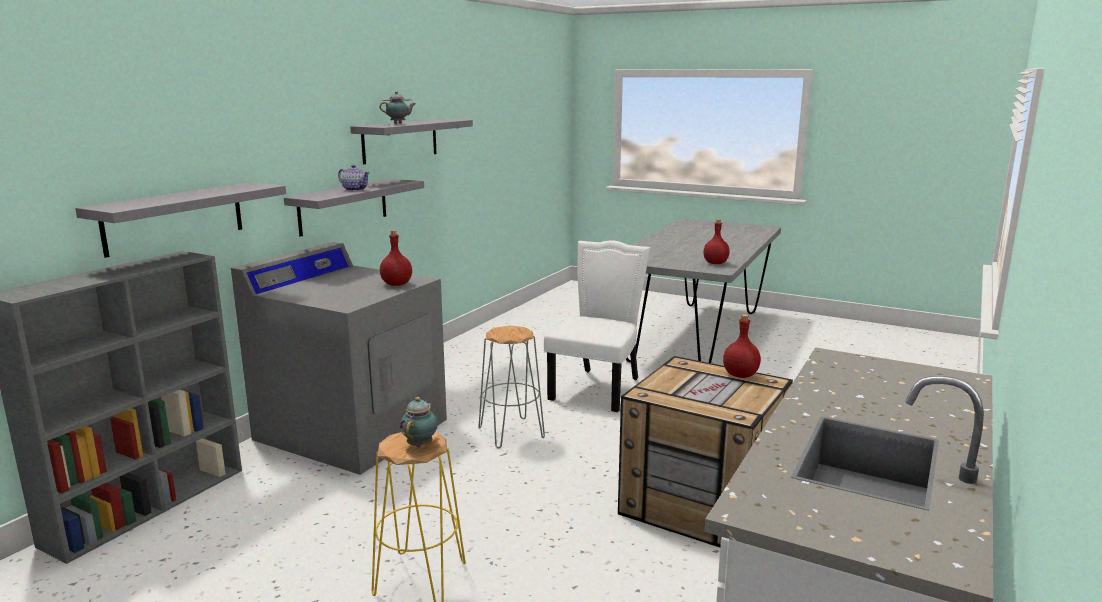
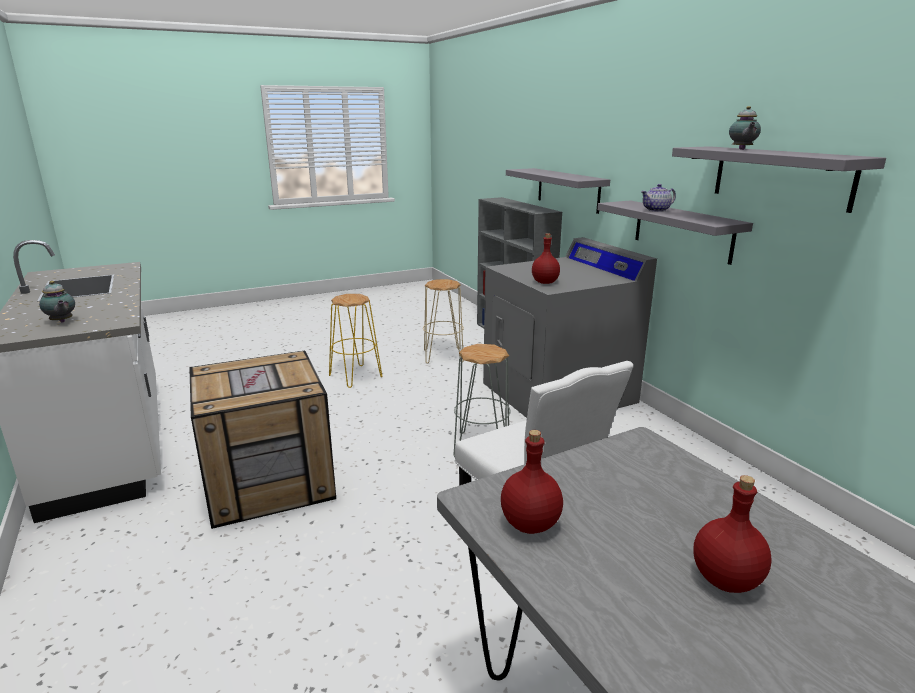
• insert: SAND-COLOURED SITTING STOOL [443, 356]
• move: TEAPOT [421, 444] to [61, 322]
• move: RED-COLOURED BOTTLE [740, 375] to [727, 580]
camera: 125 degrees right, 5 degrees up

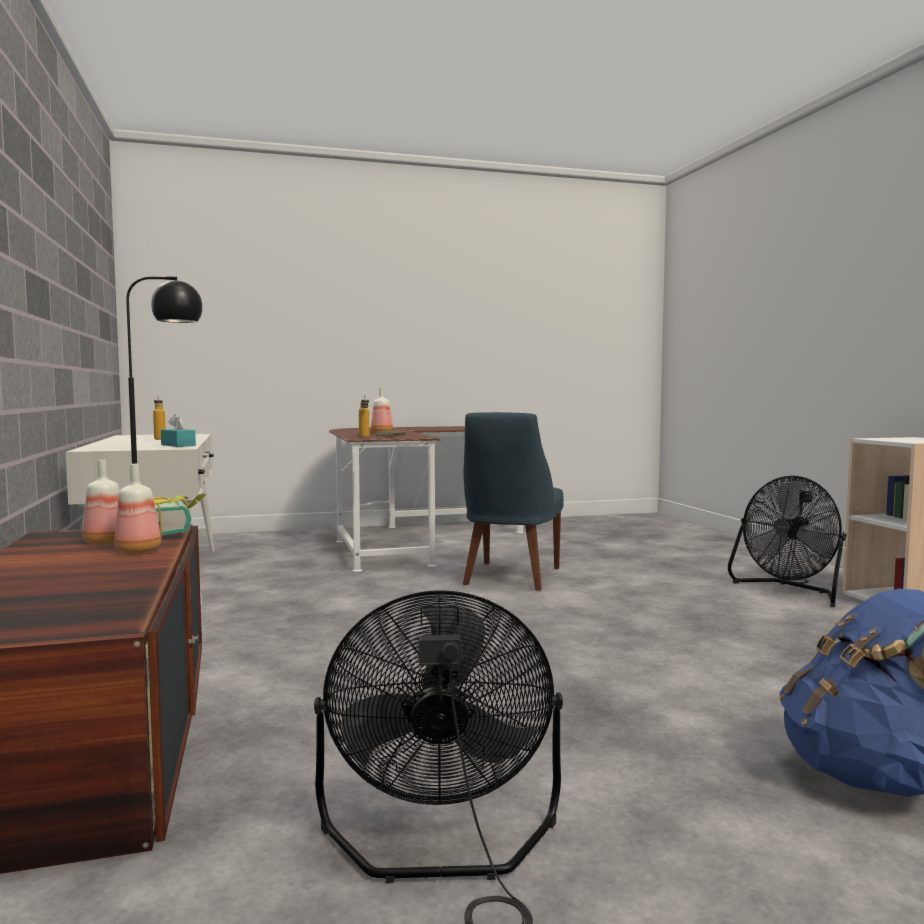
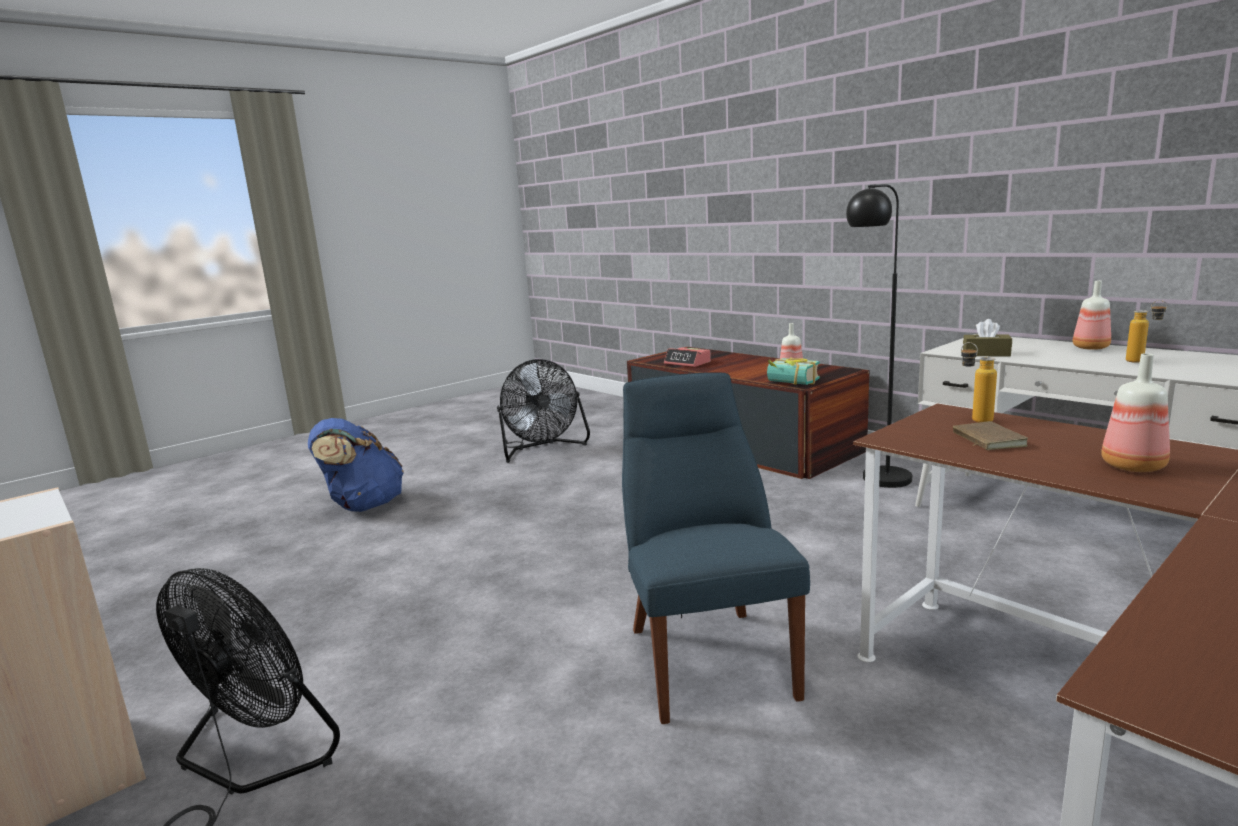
• insert: ALARM CLOCK [687, 363]
• move: BOTTLE [139, 550] to [1091, 348]
• recolor: BLUE-GREEN BOX OF TISSUES [178, 445] to BROWN-COLOURED BOX OF TISSUES [986, 354]
camera: 155 degrees right, 10 degrees up

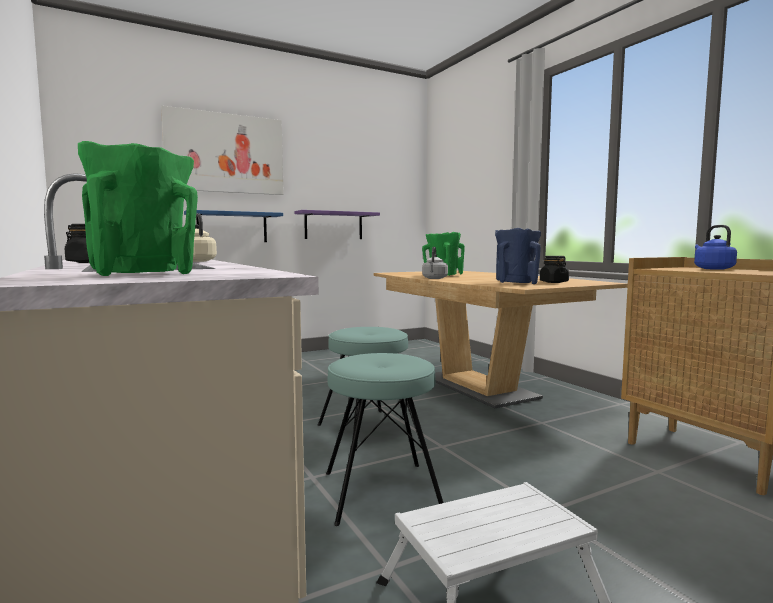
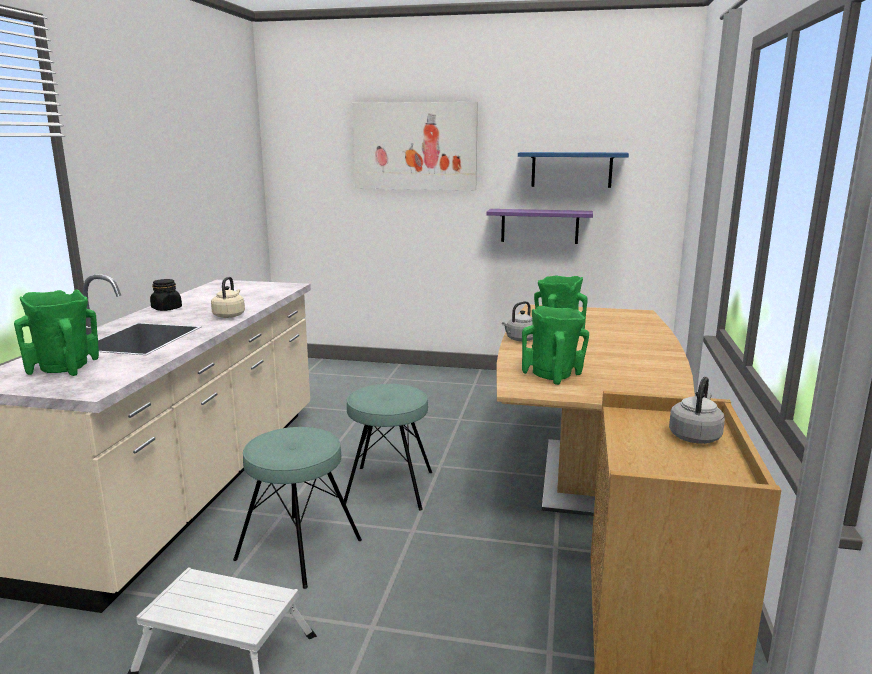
• delete: BLACKISH PRESERVE JAR [553, 282]
• move: BLUISH BRACKET SHELF [232, 227] to [571, 169]
• recolor: BLUISH VASE [516, 283] to GREEN-COLOURED VASE [554, 375]
• recolor: BLUISH WATER KETTLE [712, 269] to GRAY WATER KETTLE [695, 436]
camera: 40 degrees right, 10 degrees up

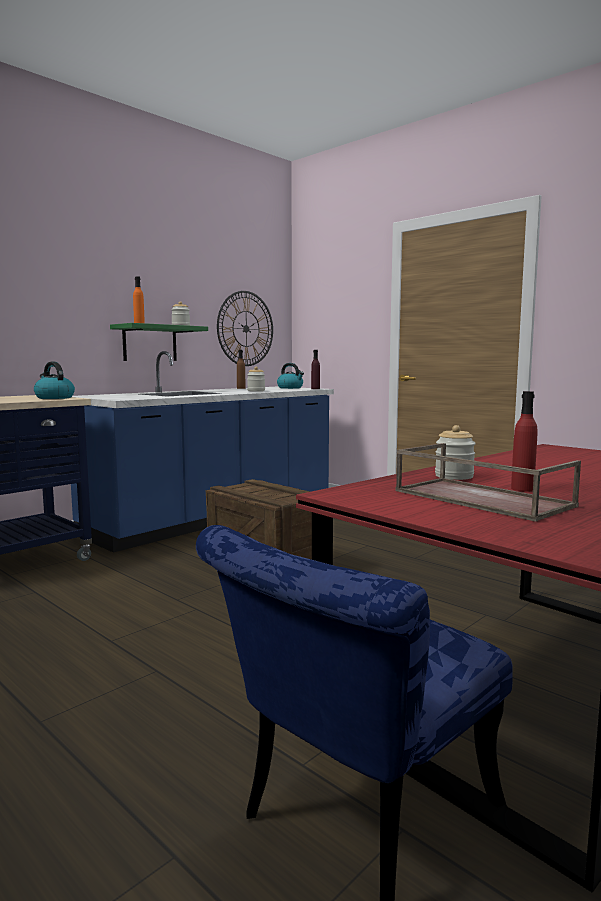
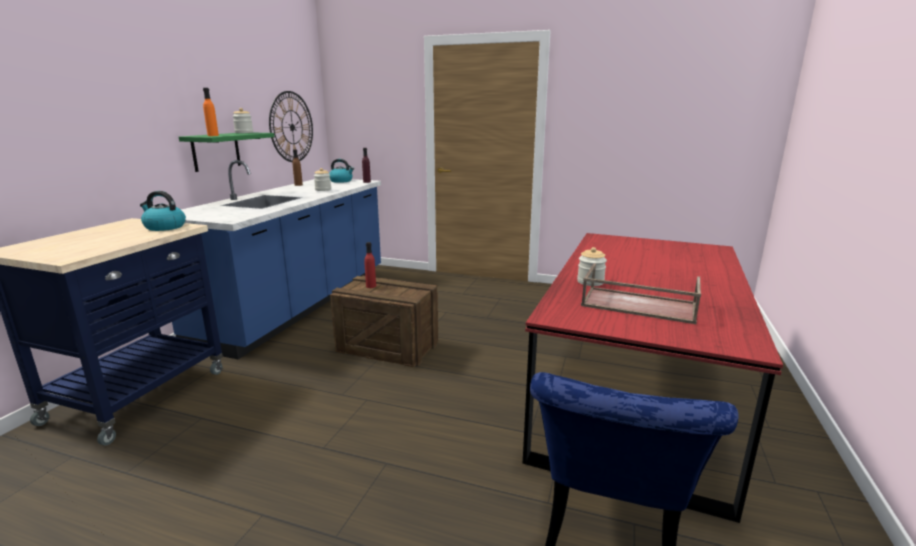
• move: RED-COLOURED BOTTLE [522, 489] to [371, 286]
camera: 25 degrees left, 10 degrees up

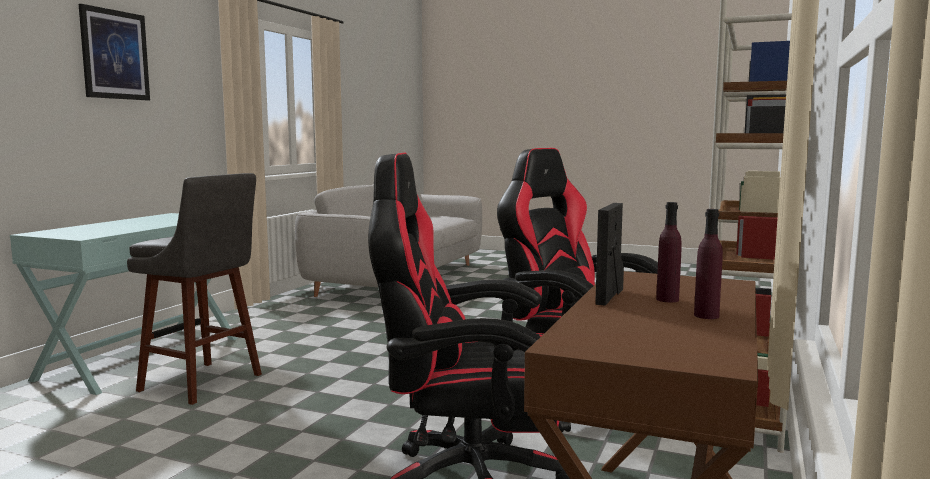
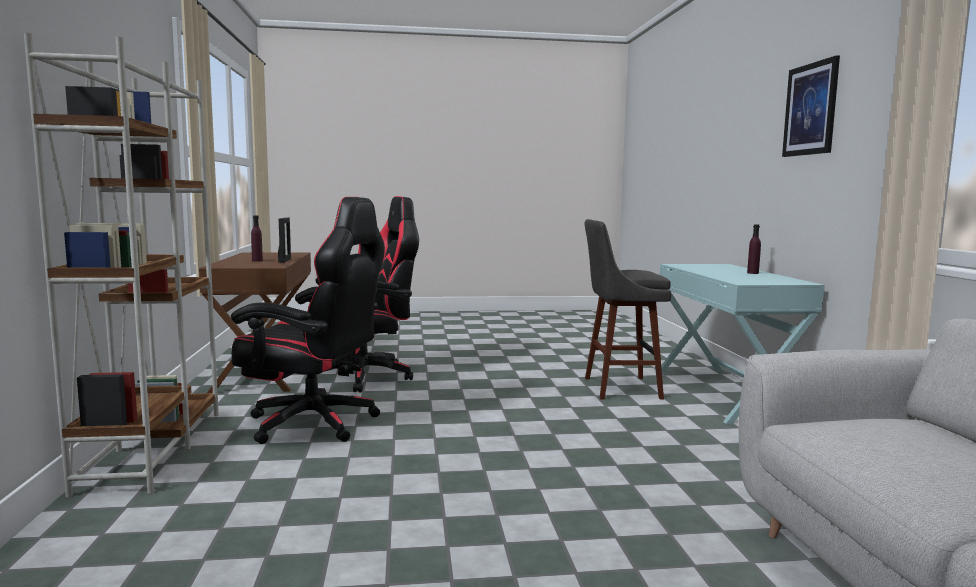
• move: PURPLE BOTTLE [706, 316] to [752, 273]
camera: 150 degrees right, 0 degrees up

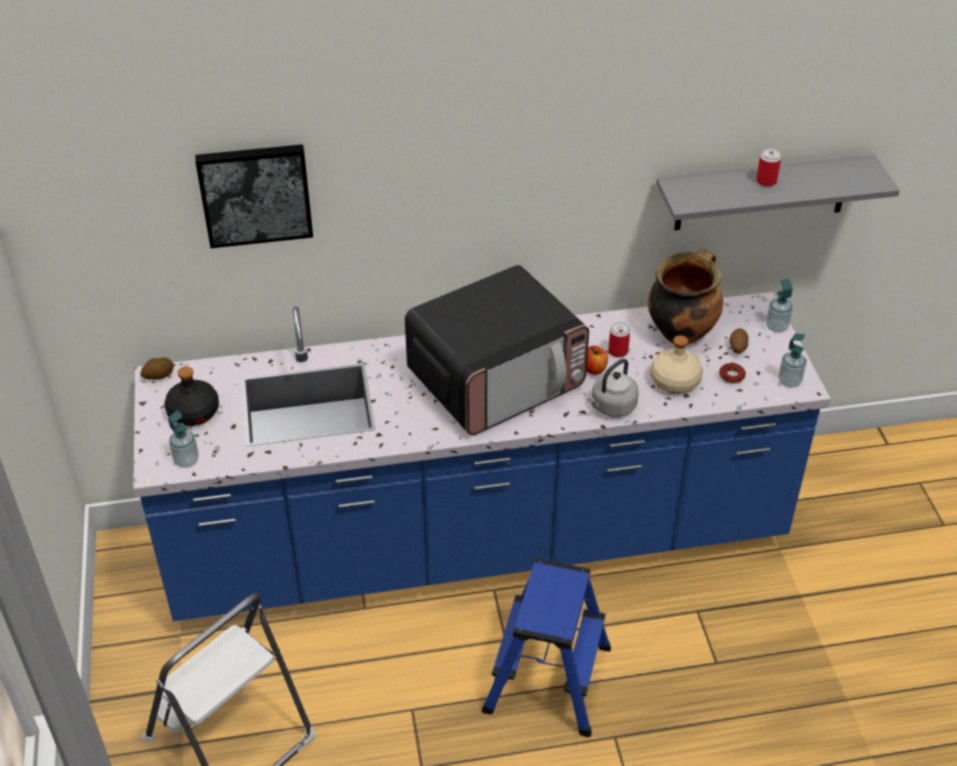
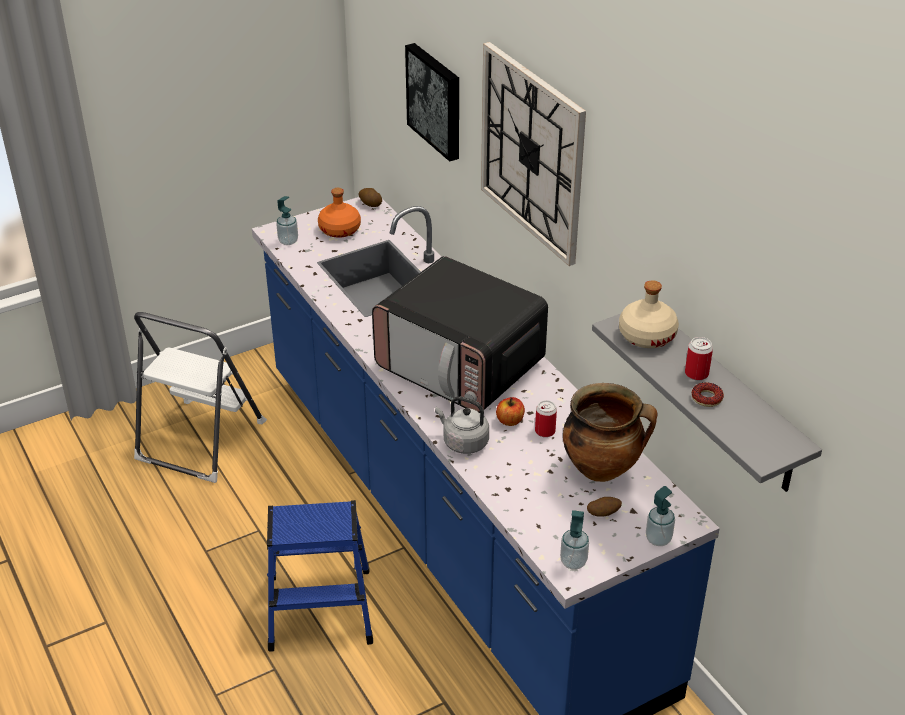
• insert: WALL CLOCK [532, 152]
• move: SAND-COLOURED BOTTLE [674, 381] to [646, 335]
• move: RING DOUGHNUT [731, 376] to [706, 398]
• recolor: BLACKISH BOTTLE [194, 412] to ORANGE-COLOURED BOTTLE [340, 230]
camera: 70 degrees right, 5 degrees down

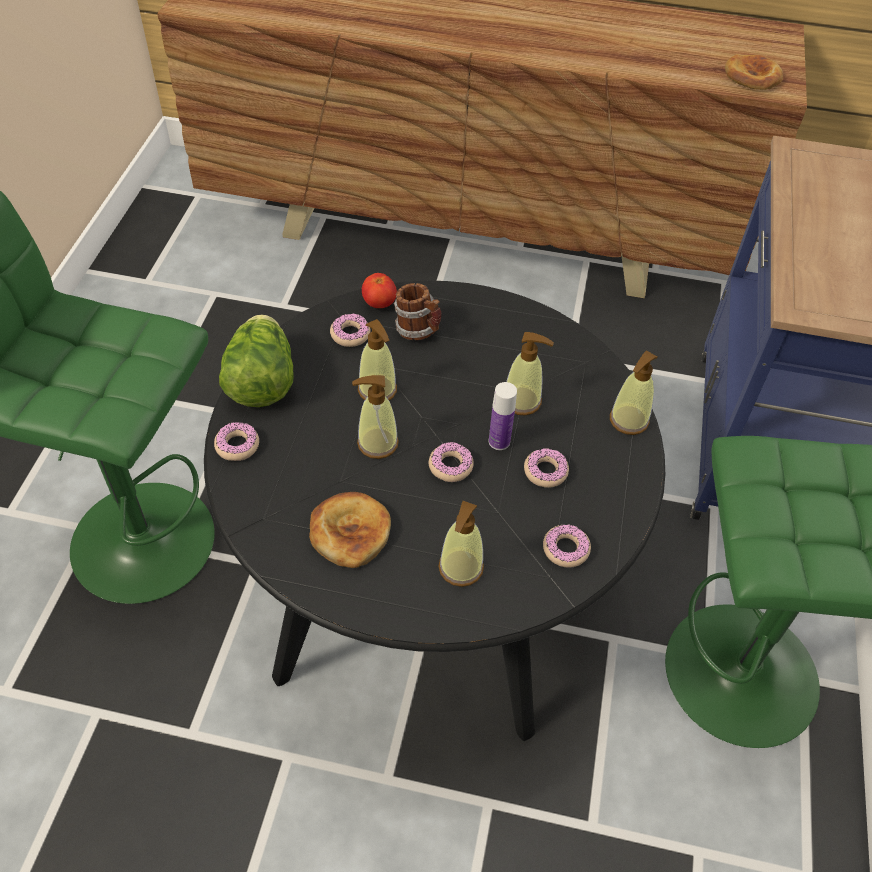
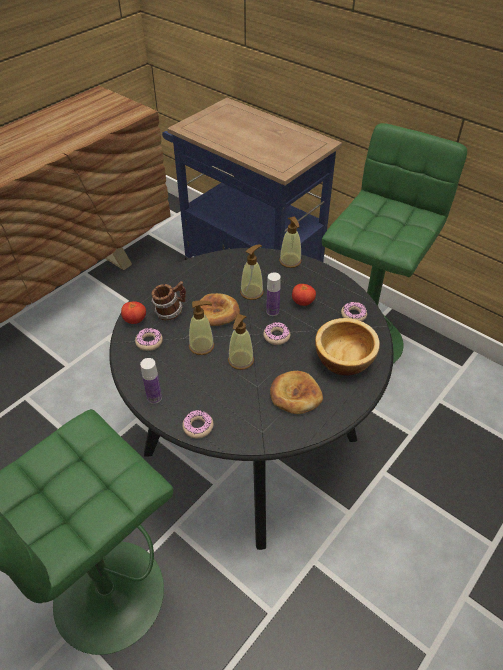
• move: BREAD [752, 76] to [217, 312]
• replace: HEAD OF LETTUCE [261, 382] to BOTTLE [154, 397]
• replace: LIQUID SOAP BOTTLE [460, 568] to BOWL [344, 358]
• replace: RING DOUGHNUT [545, 471] to FRESH TOMATO [303, 302]
camera: 60 degrees left, 5 degrees down

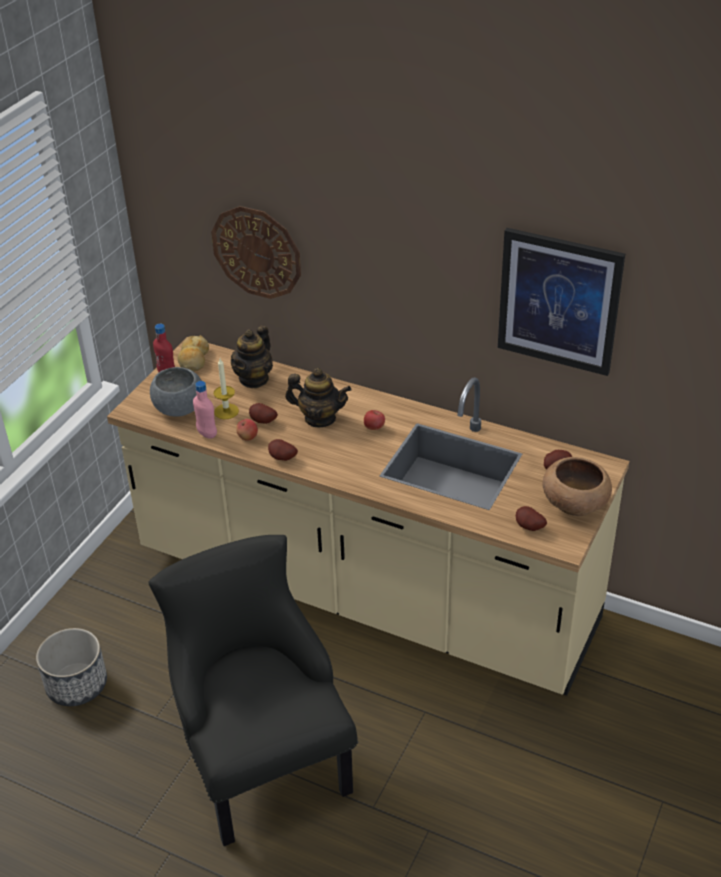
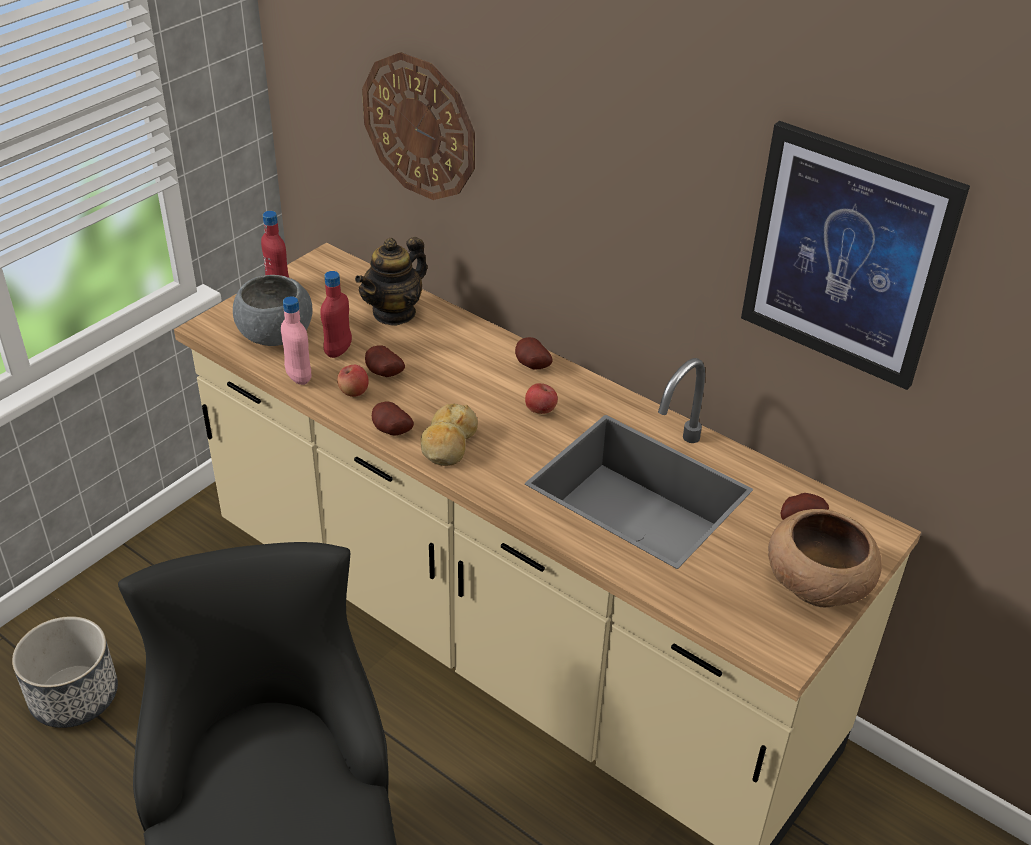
• delete: TEAPOT [320, 418]
• move: BREAD [194, 359] to [448, 444]
• move: POTATO [528, 527] to [531, 366]
• replace: WAX CANDLE [226, 411] to RED-COLOURED BOTTLE [338, 350]
camera: 10 degrees right, 0 degrees up

